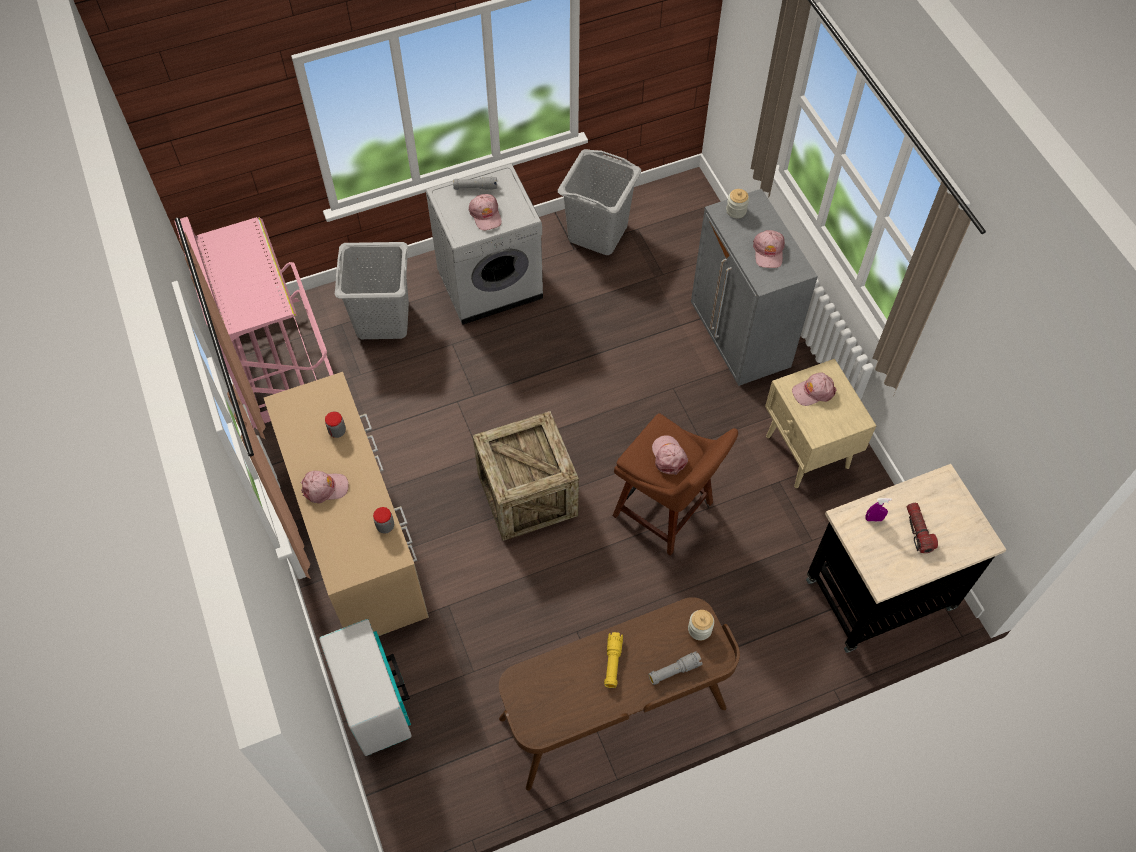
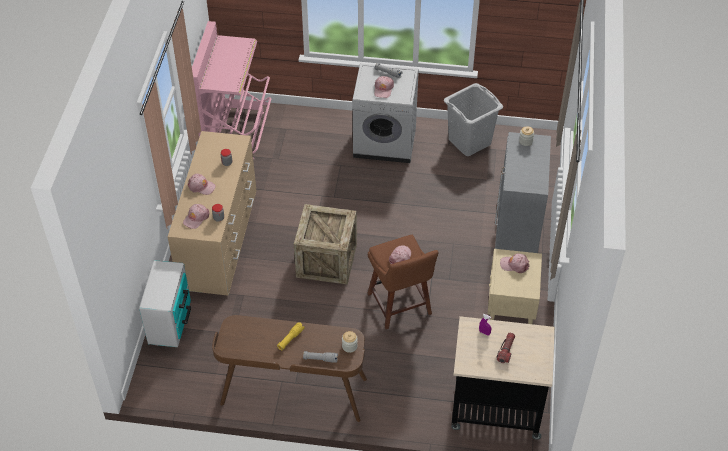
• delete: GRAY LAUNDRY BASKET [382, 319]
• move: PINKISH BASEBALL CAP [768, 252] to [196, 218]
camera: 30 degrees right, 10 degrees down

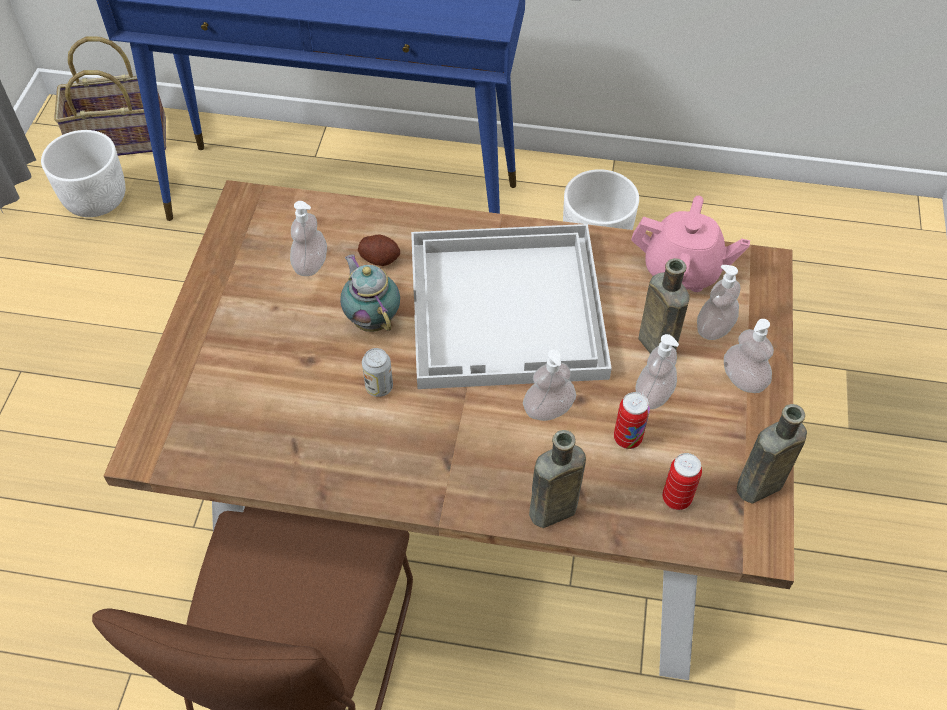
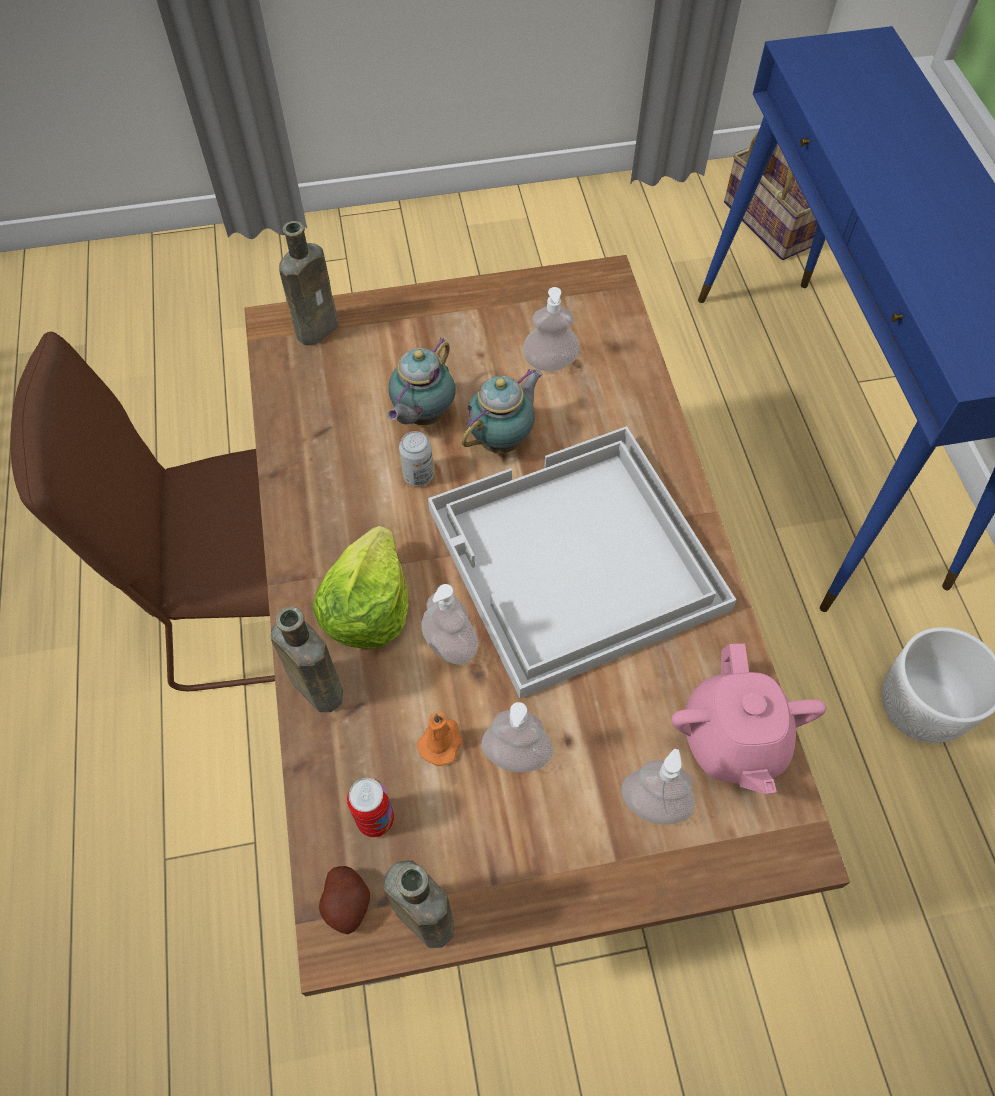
• delete: WHITE-COLOURED PLANT POT [96, 199]
• delete: LIQUID SOAP BOTTLE [743, 379]
• insert: HEAD OF LETTUCE [367, 607]
• insert: TEAPOT [422, 416]
• move: POTATO [380, 258] to [347, 903]
• move: BROWN-COLOURED BOTTLE [655, 343] to [320, 327]
• replace: METAL CAN [627, 438] to ORANGE-COLOURED WAX CANDLE [441, 741]
camera: 70 degrees right, 5 degrees up

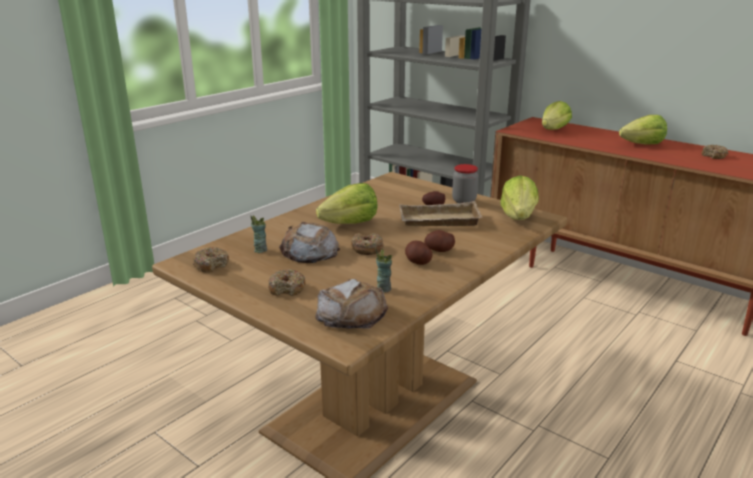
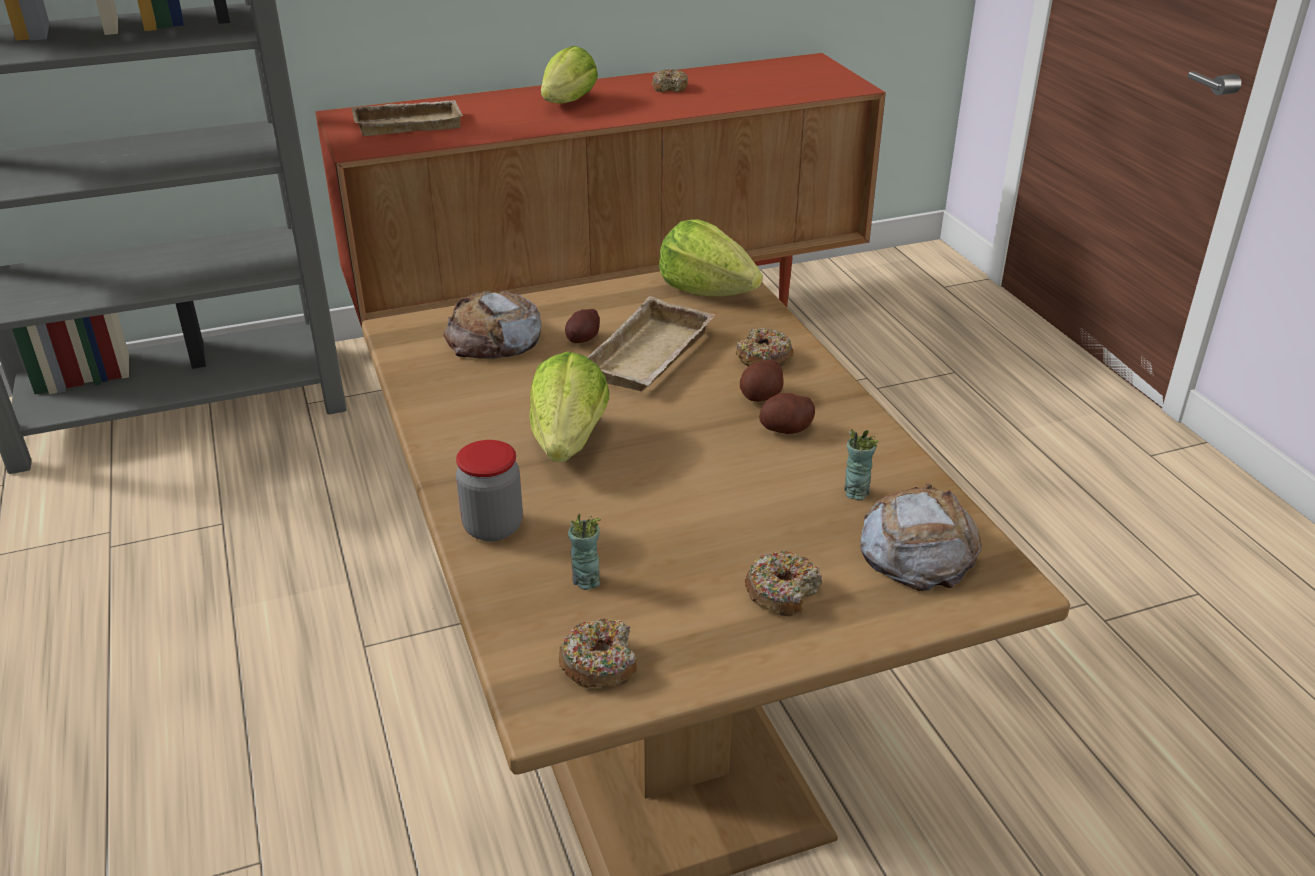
• move: BREAD [309, 251] to [494, 338]
• move: RING DOUGHNUT [367, 249] to [764, 358]
• move: PRESERVE JAR [464, 201] to [493, 527]
• replace: HEAD OF LETTUCE [553, 130] to SAND-COLOURED SERVING TRAY [409, 124]
camera: 60 degrees left, 10 degrees up

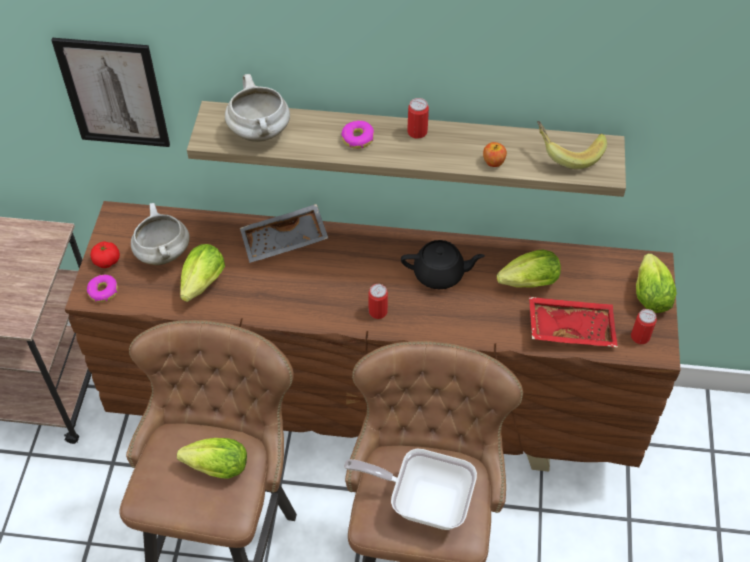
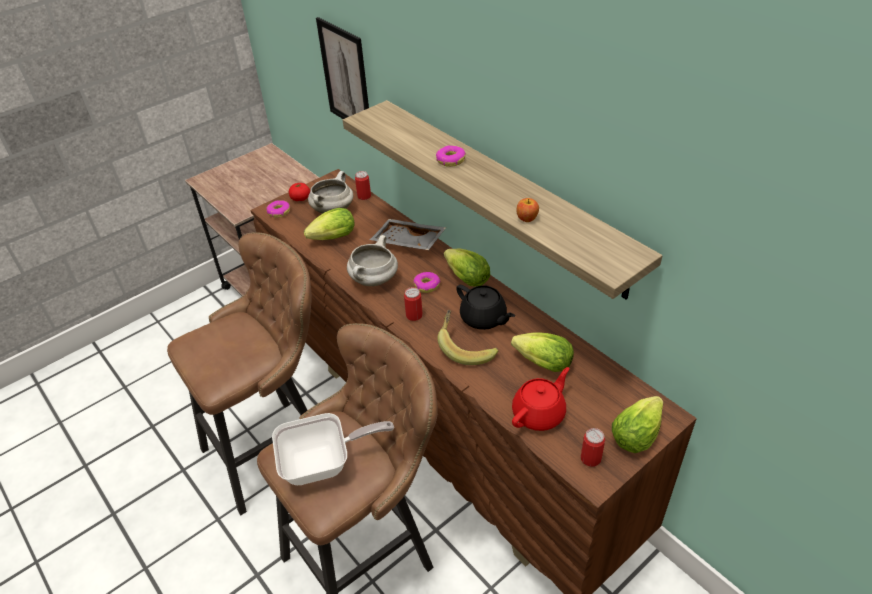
• insert: RING DOUGHNUT [427, 285]
• move: HEAD OF LETTUCE [213, 467] to [465, 277]
• move: WHITE-COLOURED COOKING POT [260, 132] to [374, 280]
• move: METAL CAN [417, 132] to [364, 196]
• move: WHOLE BANANA [568, 152] to [466, 347]
• replace: RED-COLOURED SERVING TRAY [570, 327] to RED-COLOURED TEAPOT [539, 413]
• rotate: SKILLET [422, 500] = [324, 463] 105 degrees clockwise
camera: 45 degrees right, 10 degrees down

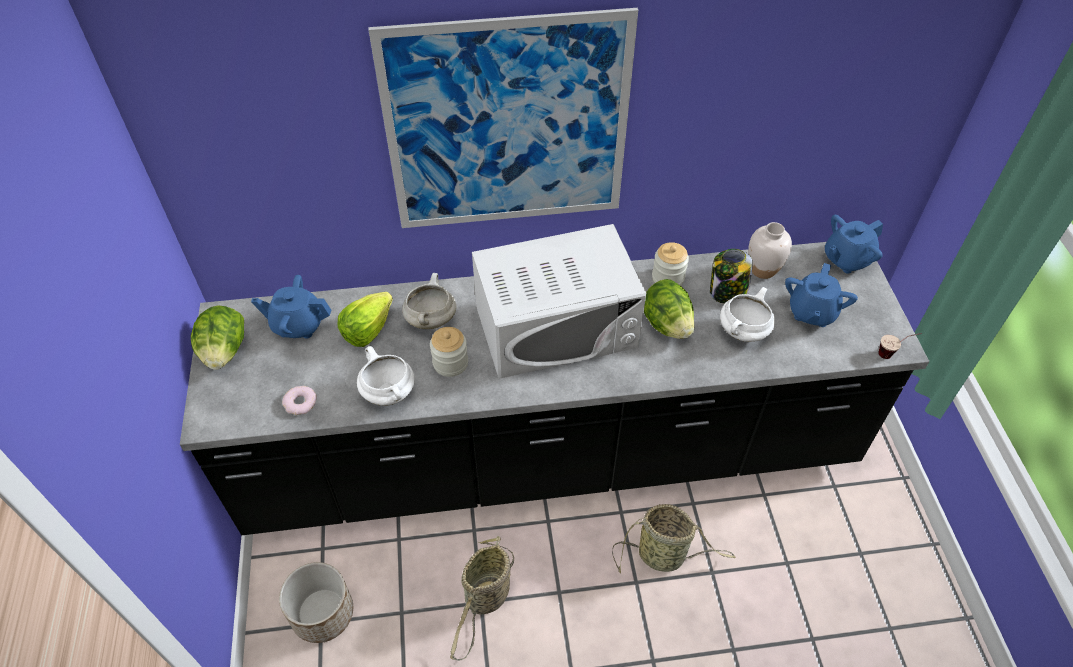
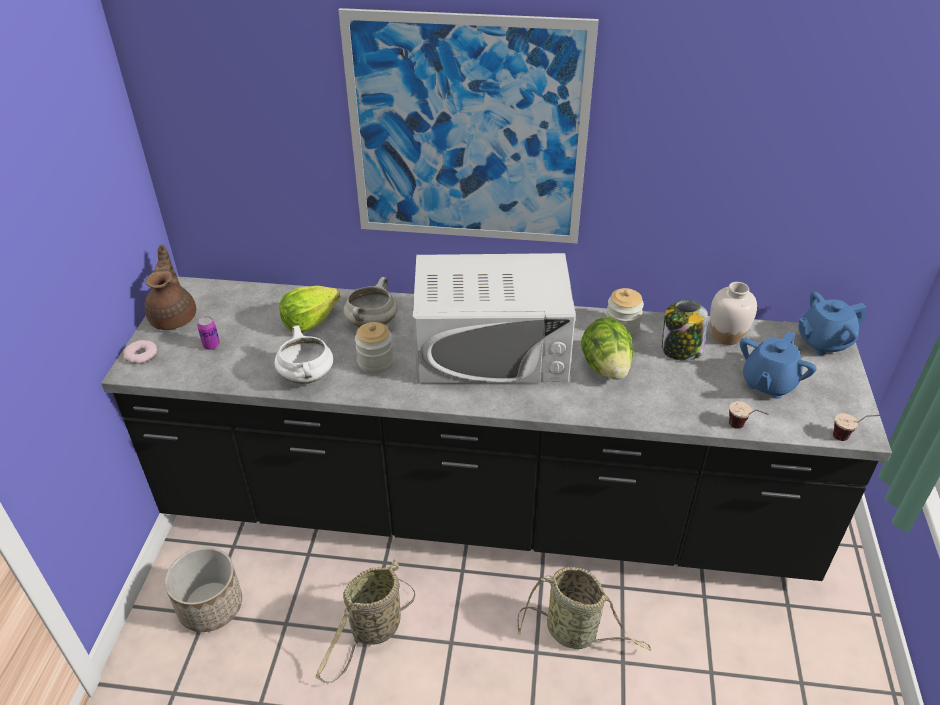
• delete: BLUISH TEAPOT [298, 325]
• delete: WHITE-COLOURED COOKING POT [743, 332]
• insert: METAL CAN [211, 345]
• insert: CUP [743, 428]
• move: RING DOUGHNUT [300, 402] to [141, 355]
• replace: HEAD OF LETTUCE [224, 352] to BROWN-COLOURED TEAPOT [174, 317]
camera: 15 degrees right, 10 degrees down

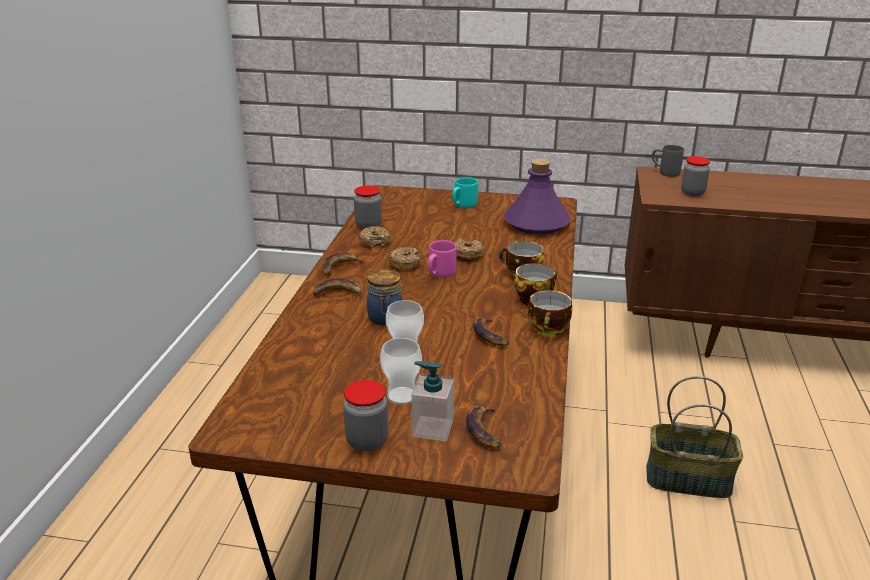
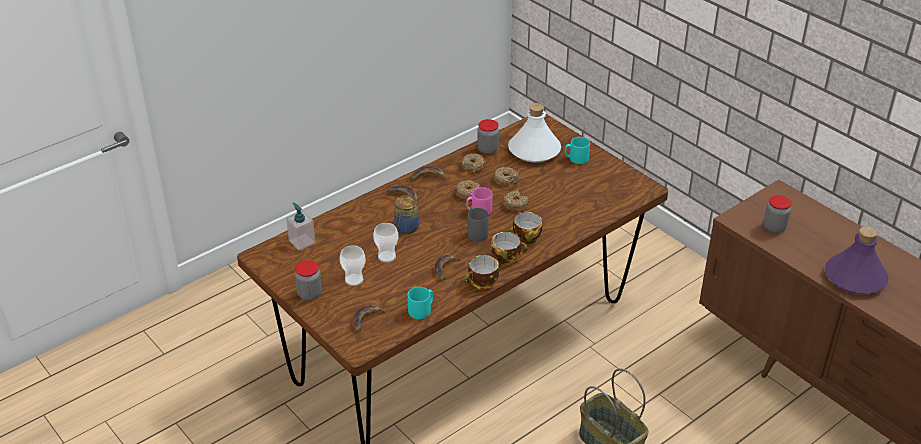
• insert: BLUE-GREEN COFFEE MUG [421, 310]
• insert: RING DOUGHNUT [505, 180]
• insert: WHITE-COLOURED BOTTLE [534, 150]
• move: LIQUID SOAP BOTTLE [432, 428] to [302, 241]
• move: PURPLE BOTTLE [536, 223] to [854, 277]
• move: GRAY COFFEE MUG [664, 172] to [476, 232]
camera: 40 degrees right, 10 degrees up

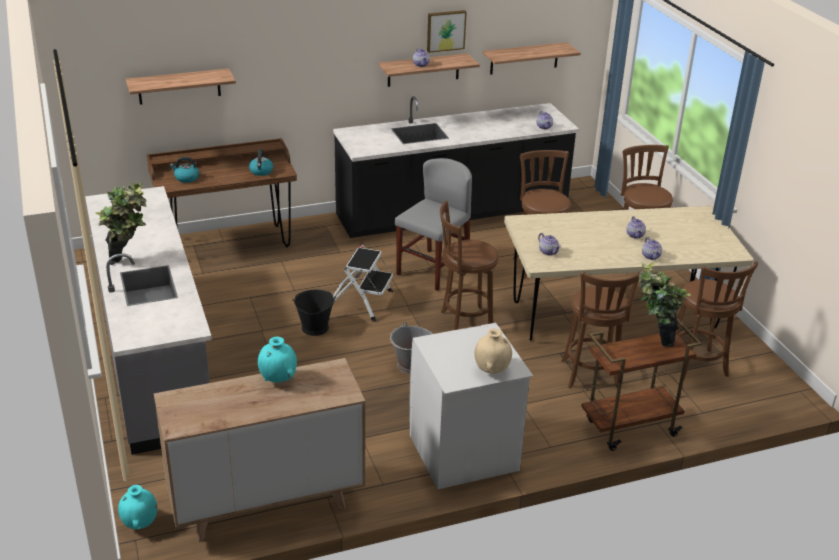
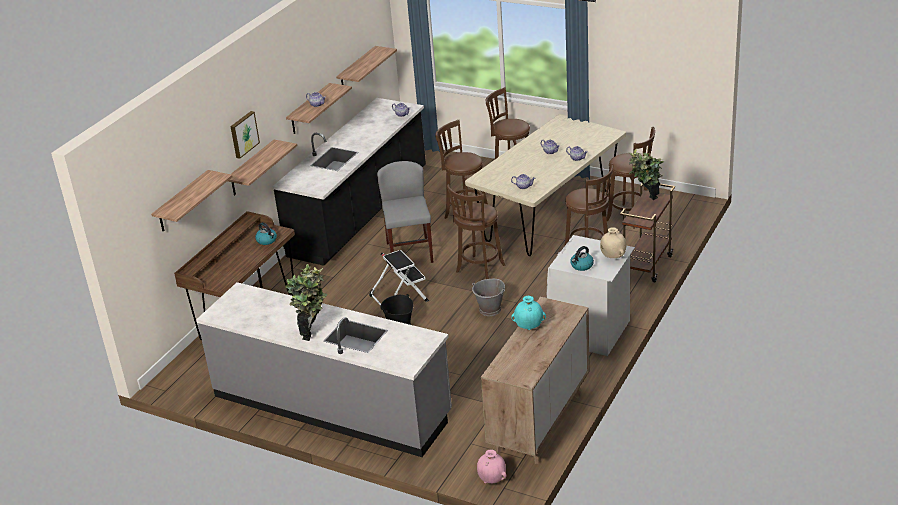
• insert: BRACKET SHELF [251, 168]
• move: WATER KETTLE [186, 178] to [581, 266]
• move: WALL PICTURE [445, 30] to [243, 134]
• recolor: BLUE-GREEN VASE [140, 524] to PINKISH VASE [492, 480]
camera: 40 degrees left, 0 degrees up

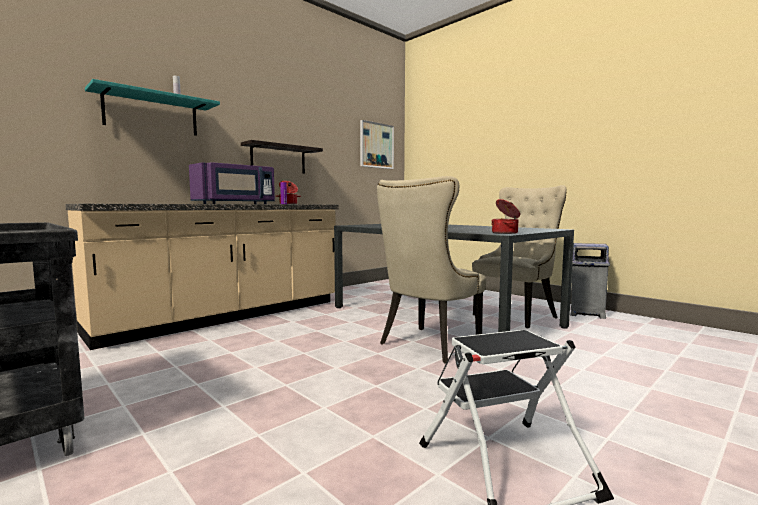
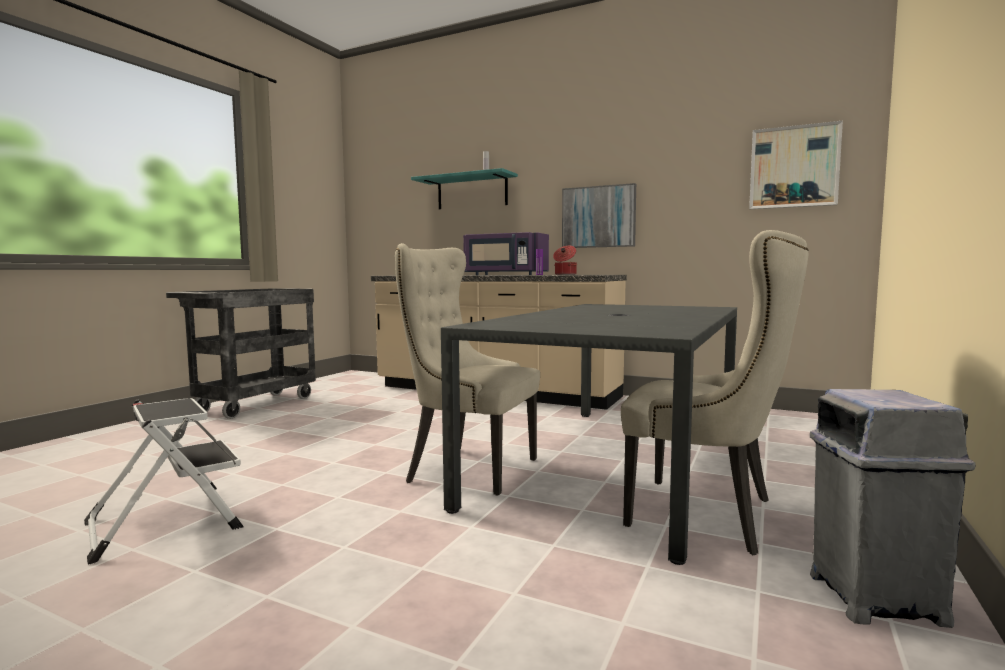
• delete: COOKING POT [505, 233]
• replace: BRACKET SHELF [278, 159] to WALL PICTURE [598, 217]
camera: 70 degrees right, 0 degrees up

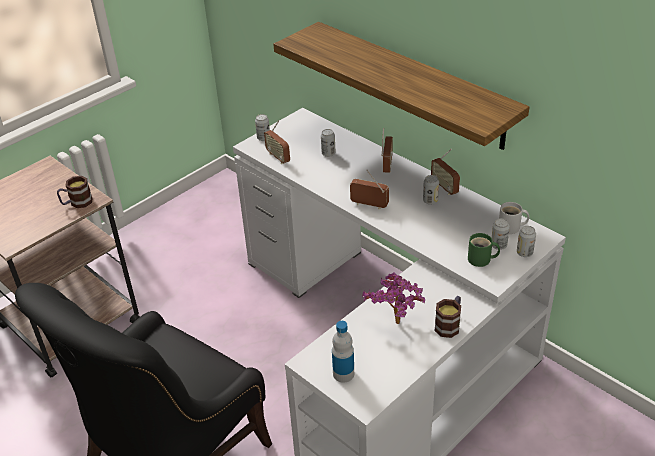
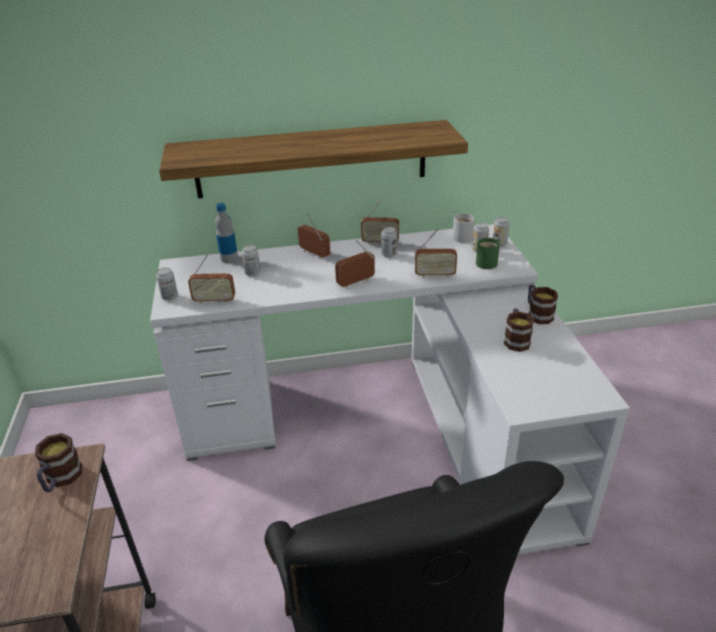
• insert: RADIO SET [435, 275]
• move: BOTTLE [343, 374] to [229, 258]
• replace: PLANT IN A POT [396, 326] to COFFEE MUG [516, 339]
camera: 55 degrees left, 5 degrees down

